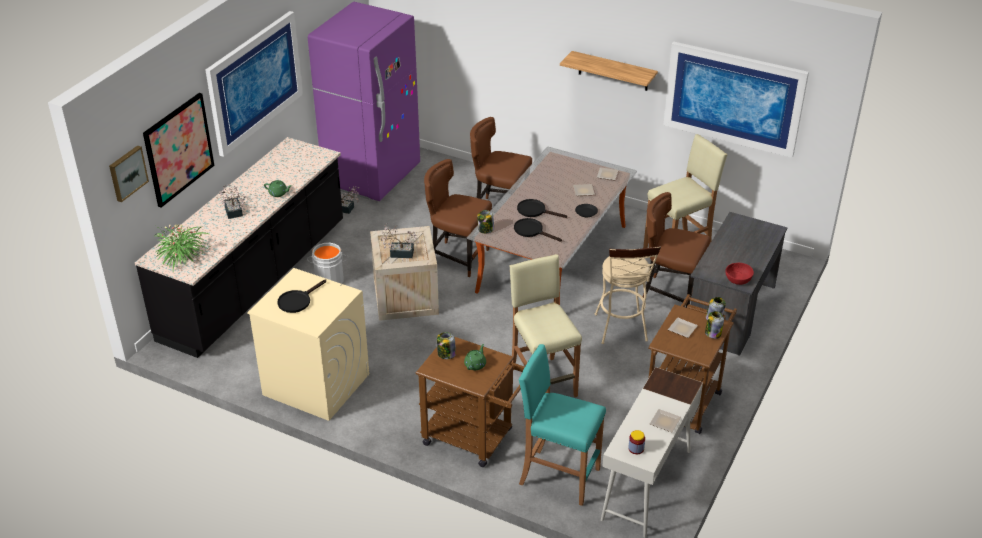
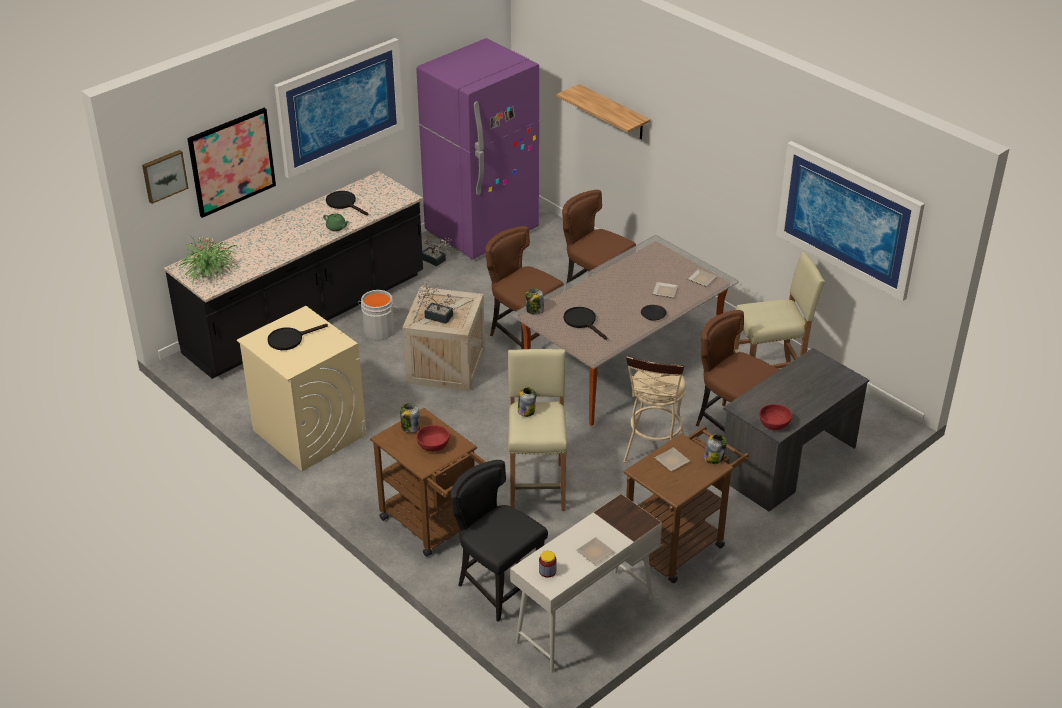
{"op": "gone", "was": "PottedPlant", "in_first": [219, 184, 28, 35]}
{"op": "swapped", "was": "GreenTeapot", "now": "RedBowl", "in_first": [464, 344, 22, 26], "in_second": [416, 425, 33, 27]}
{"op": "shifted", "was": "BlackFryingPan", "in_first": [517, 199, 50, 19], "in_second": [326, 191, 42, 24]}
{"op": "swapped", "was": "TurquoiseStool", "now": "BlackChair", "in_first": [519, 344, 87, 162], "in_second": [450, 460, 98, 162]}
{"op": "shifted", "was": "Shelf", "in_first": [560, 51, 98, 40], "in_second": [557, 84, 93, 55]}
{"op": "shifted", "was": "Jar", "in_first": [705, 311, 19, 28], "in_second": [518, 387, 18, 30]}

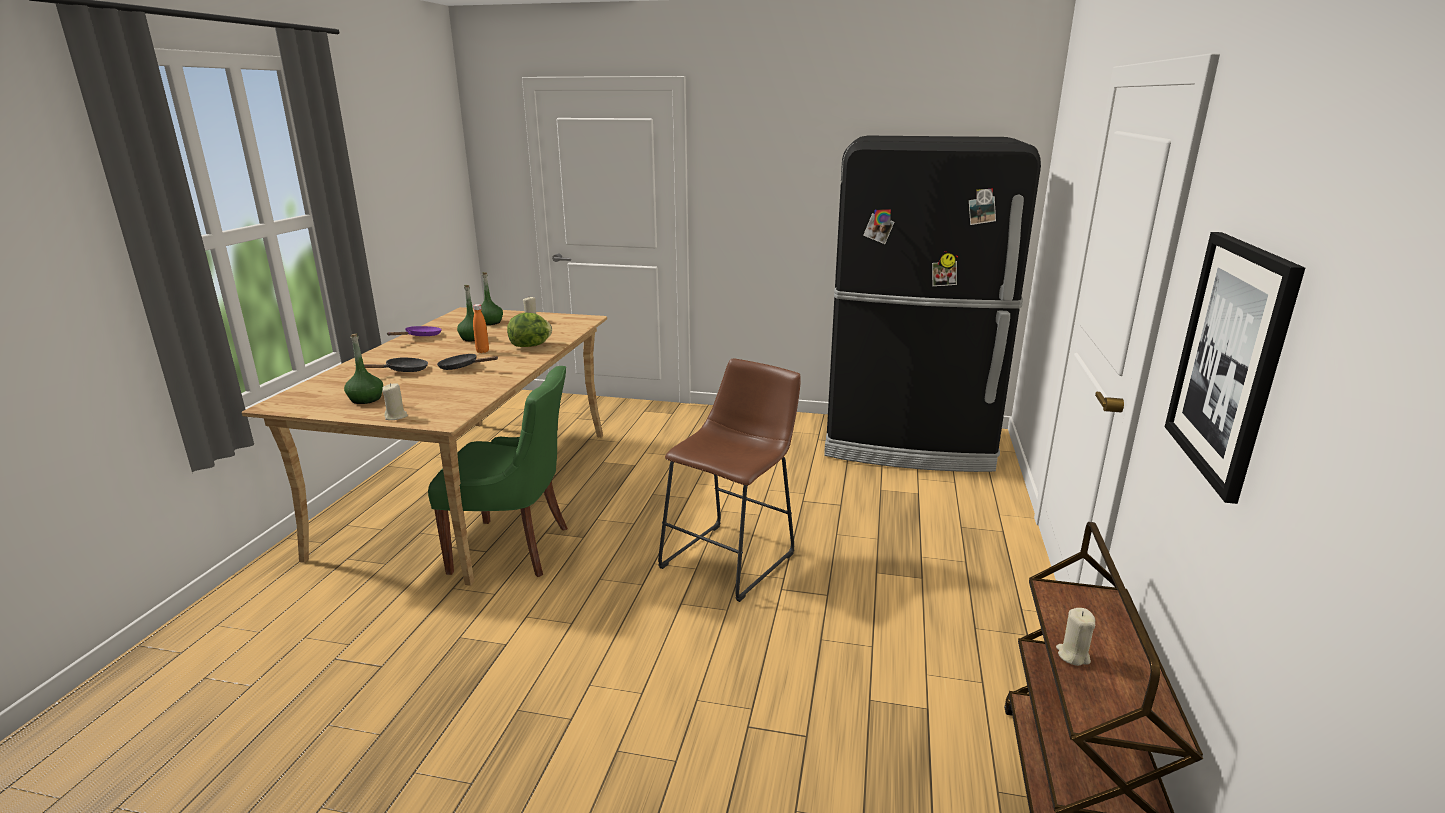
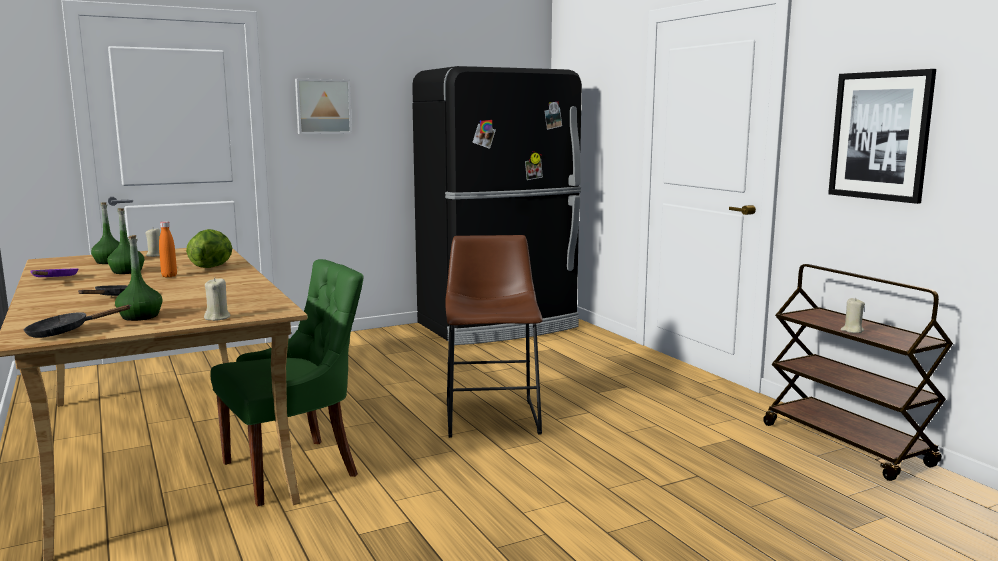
{"op": "shifted", "was": "BlackFryingPan", "in_first": [437, 354, 61, 16], "in_second": [24, 305, 108, 33]}
{"op": "new", "now": "Picture", "in_second": [295, 79, 57, 55]}

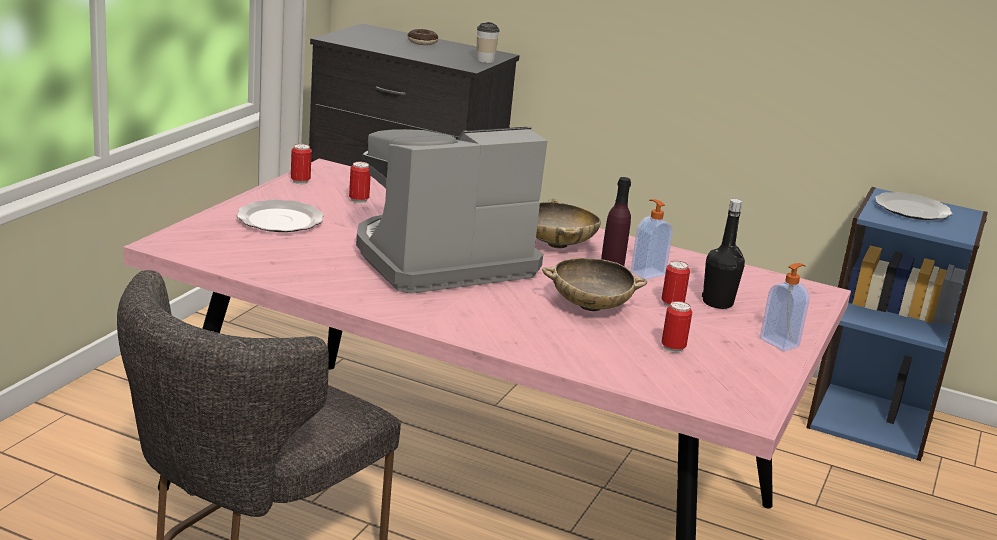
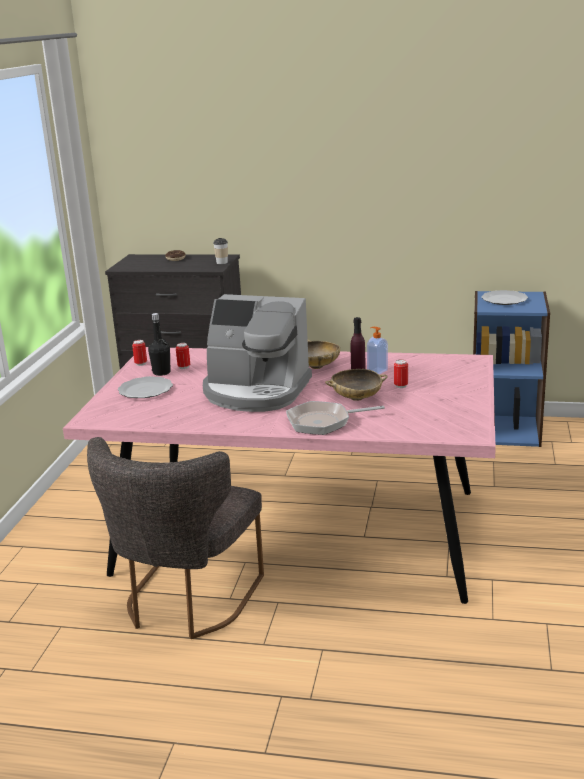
{"op": "rotated", "was": "CoffeeMachine", "in_first": [356, 127, 192, 167], "in_second": [203, 294, 109, 118], "clockwise": -120}
{"op": "gone", "was": "Can", "in_first": [661, 301, 31, 52]}
{"op": "shifted", "was": "BlackBottle", "in_first": [702, 199, 43, 110], "in_second": [148, 313, 23, 63]}
{"op": "gone", "was": "SoapDispenser", "in_first": [760, 263, 50, 88]}
{"op": "new", "now": "FryingPan", "in_second": [286, 401, 99, 34]}

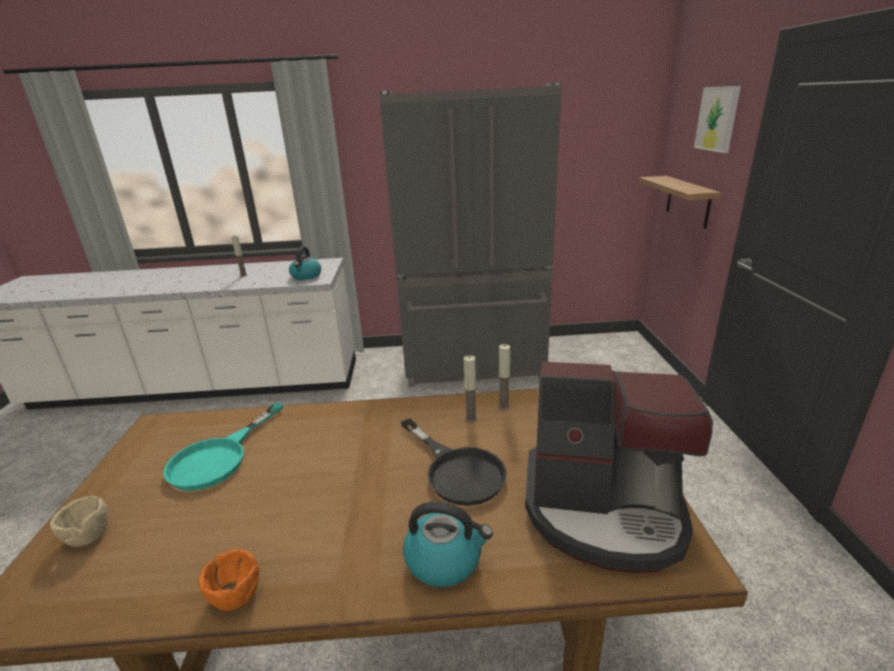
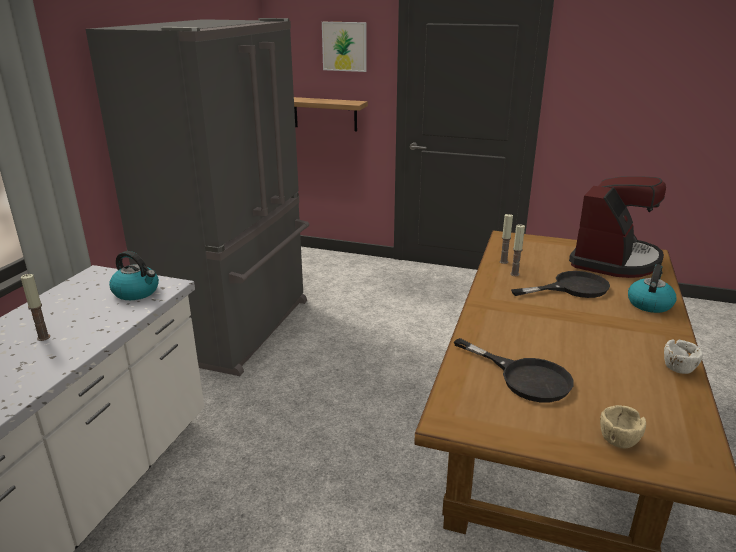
{"op": "repainted", "was": "TurquoiseFryingPan", "now": "BlackFryingPan", "in_first": [163, 403, 120, 88], "in_second": [454, 338, 120, 64]}
{"op": "repainted", "was": "OrangeBowl", "now": "WhiteBowl", "in_first": [199, 549, 60, 62], "in_second": [664, 340, 39, 34]}

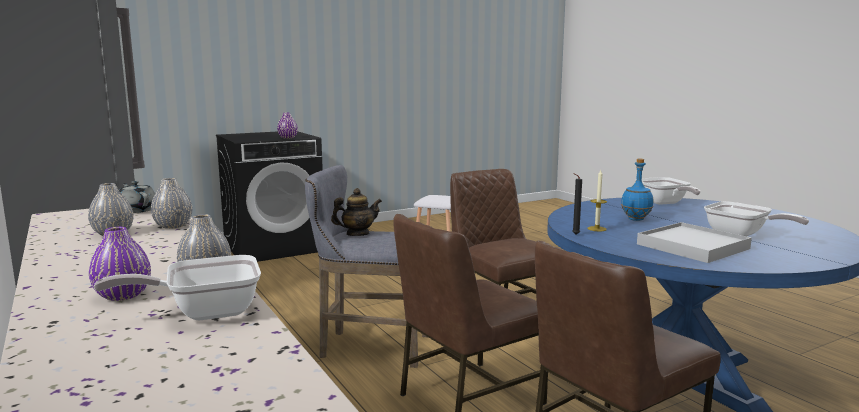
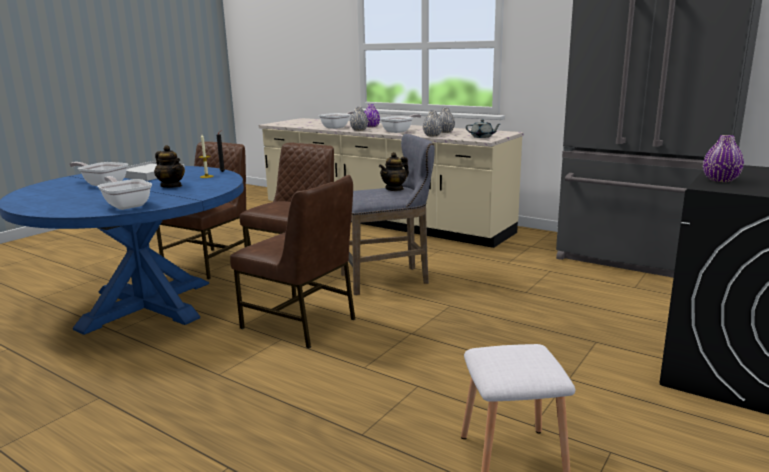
{"op": "swapped", "was": "BlueBottle", "now": "Teapot", "in_first": [621, 159, 32, 62], "in_second": [154, 145, 31, 43]}
{"op": "new", "now": "FryingPan", "in_second": [380, 114, 41, 19]}

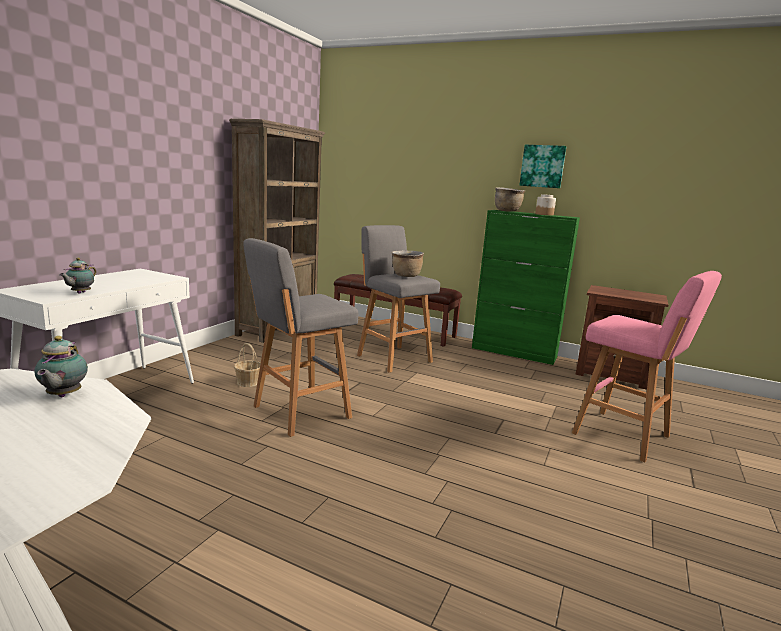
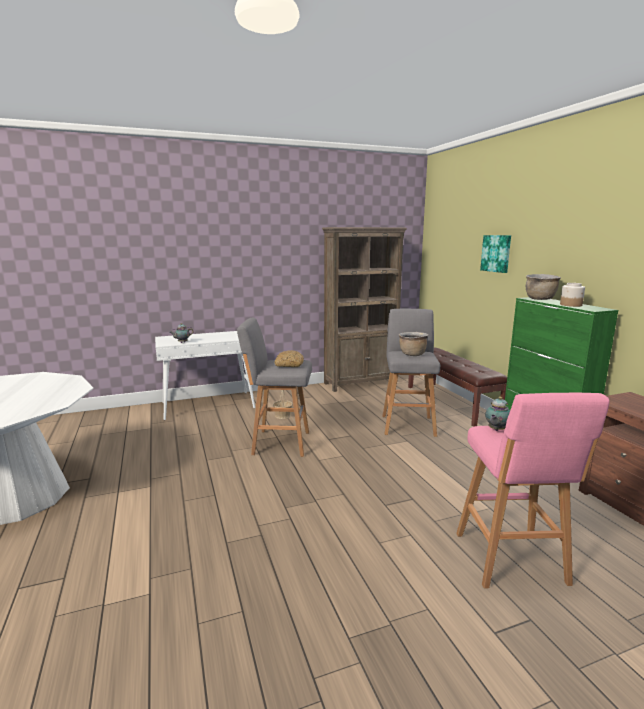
{"op": "shifted", "was": "Teapot", "in_first": [34, 336, 54, 61], "in_second": [485, 397, 25, 34]}
{"op": "shifted", "was": "Picture", "in_first": [519, 145, 47, 43], "in_second": [480, 235, 31, 38]}
{"op": "new", "now": "Bread", "in_second": [275, 350, 29, 17]}

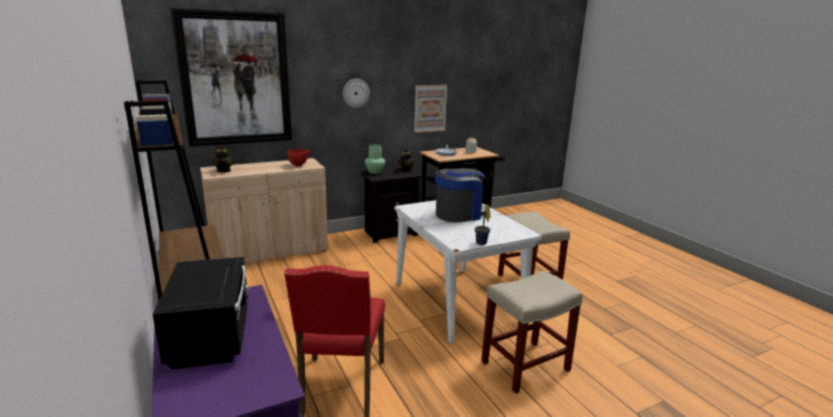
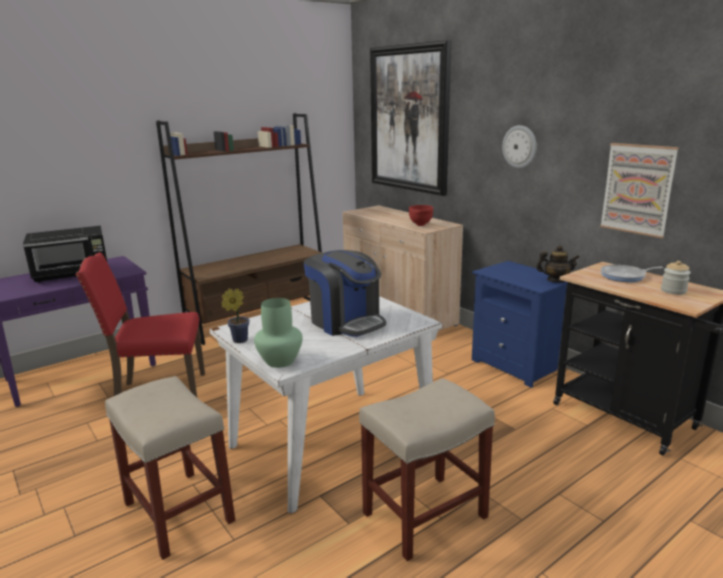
{"op": "gone", "was": "Teapot", "in_first": [212, 145, 22, 28]}
{"op": "repainted", "was": "BlackNightstand", "now": "BlueNightstand", "in_first": [359, 167, 64, 76], "in_second": [472, 261, 96, 127]}
{"op": "shifted", "was": "GreenVase", "in_first": [365, 144, 20, 30], "in_second": [254, 298, 49, 70]}

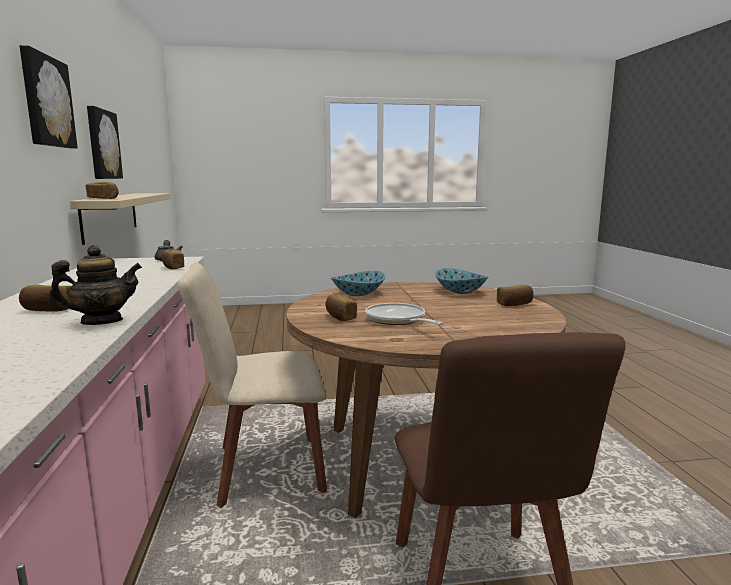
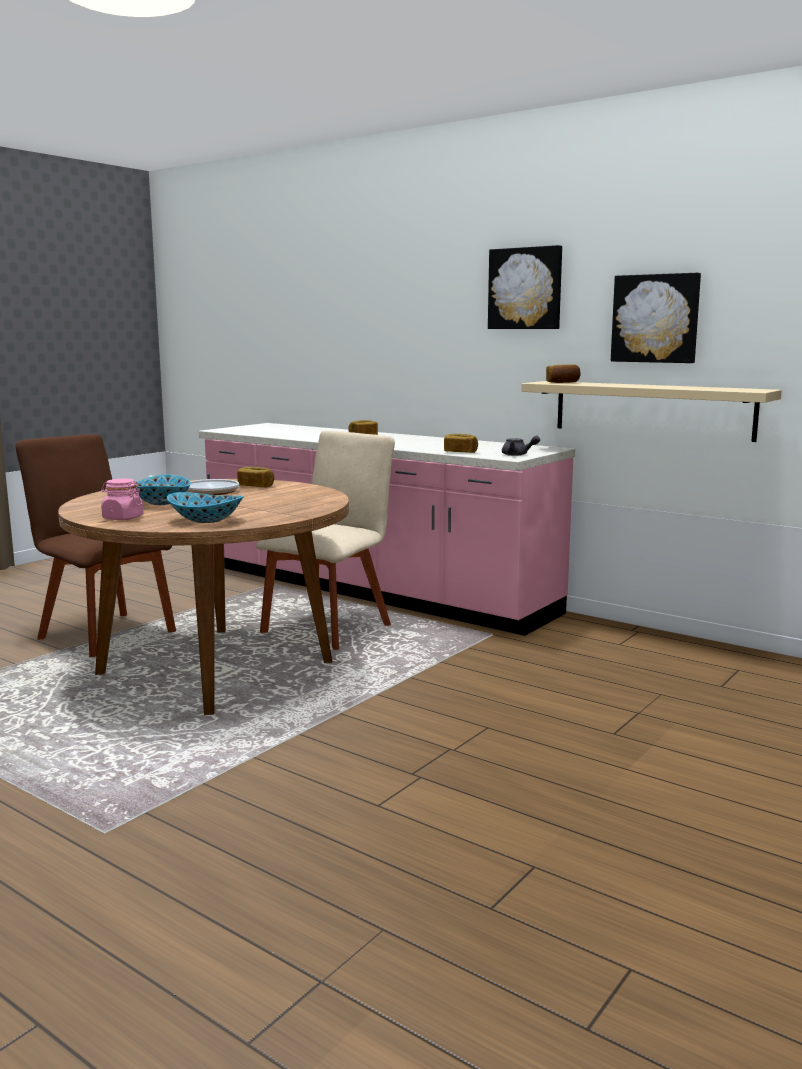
{"op": "gone", "was": "Teapot", "in_first": [49, 245, 93, 80]}
{"op": "shifted", "was": "Bowl", "in_first": [331, 271, 55, 25], "in_second": [135, 475, 56, 30]}
{"op": "swapped", "was": "Bread", "now": "PinkJar", "in_first": [497, 285, 37, 21], "in_second": [101, 478, 43, 42]}

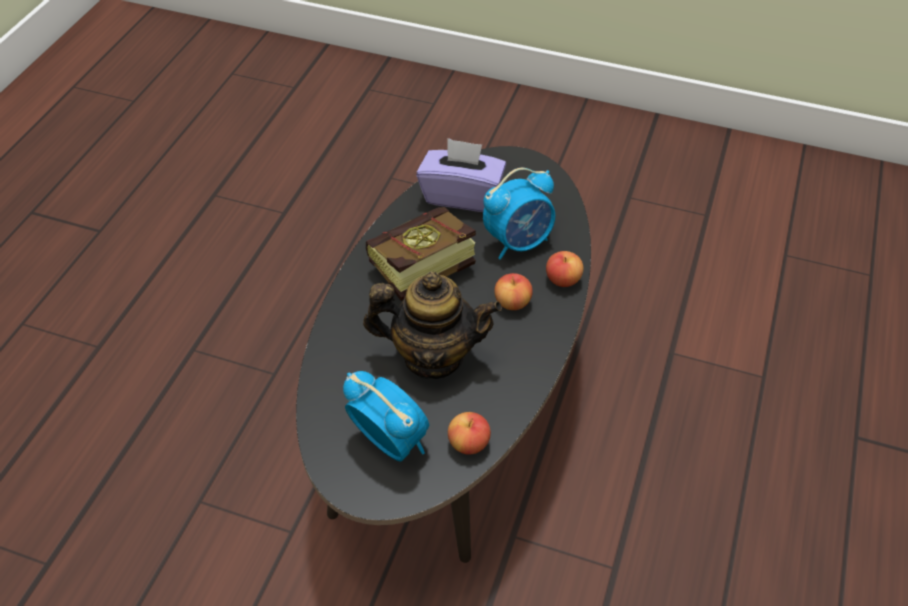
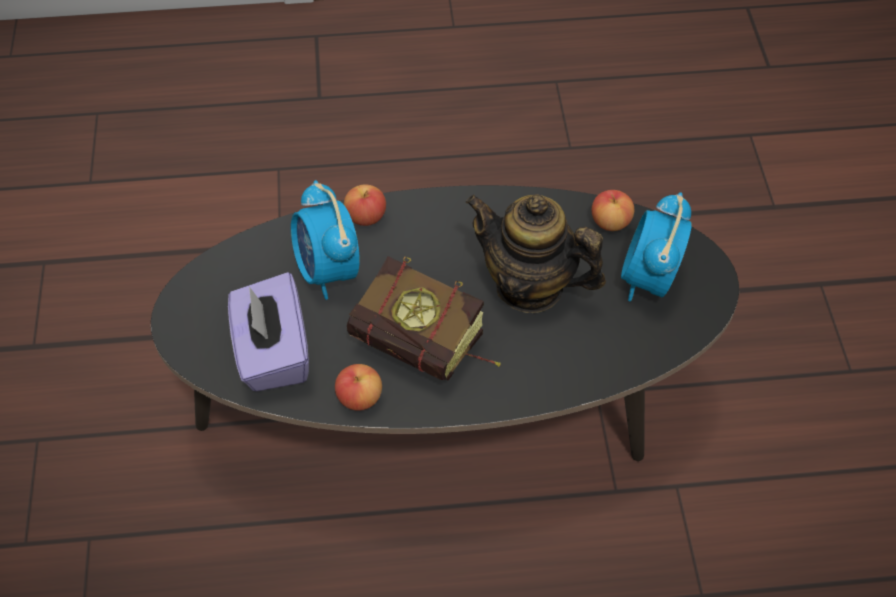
{"op": "rotated", "was": "Teapot", "in_first": [363, 272, 139, 107], "in_second": [465, 194, 141, 119], "clockwise": -45}
{"op": "rotated", "was": "AlarmClock", "in_first": [483, 168, 72, 92], "in_second": [291, 180, 69, 120], "clockwise": -150}
{"op": "shifted", "was": "Apple", "in_first": [494, 273, 39, 37], "in_second": [335, 364, 47, 47]}

